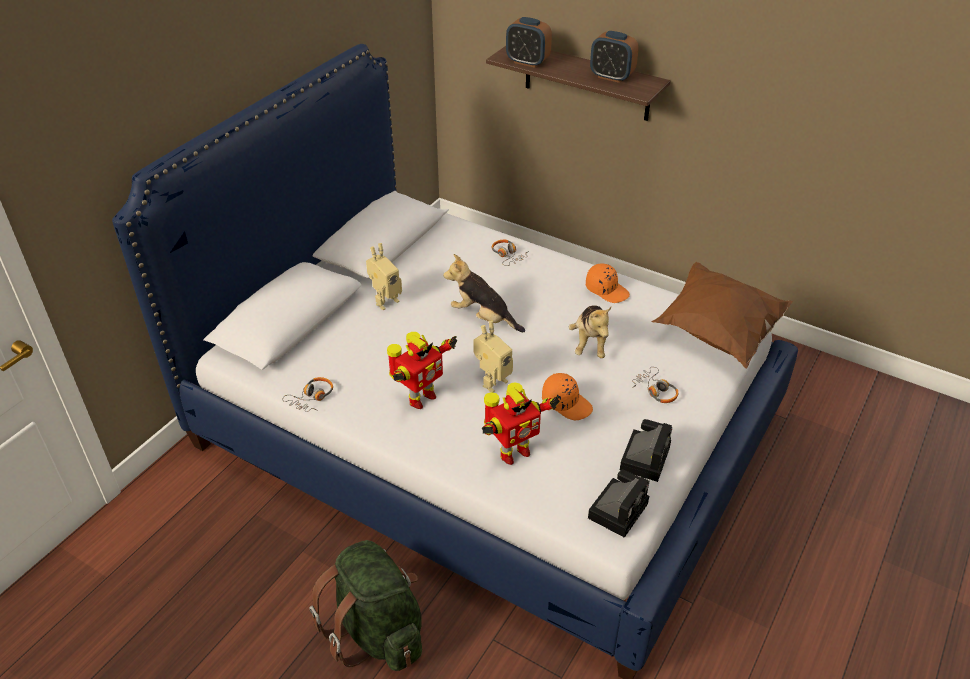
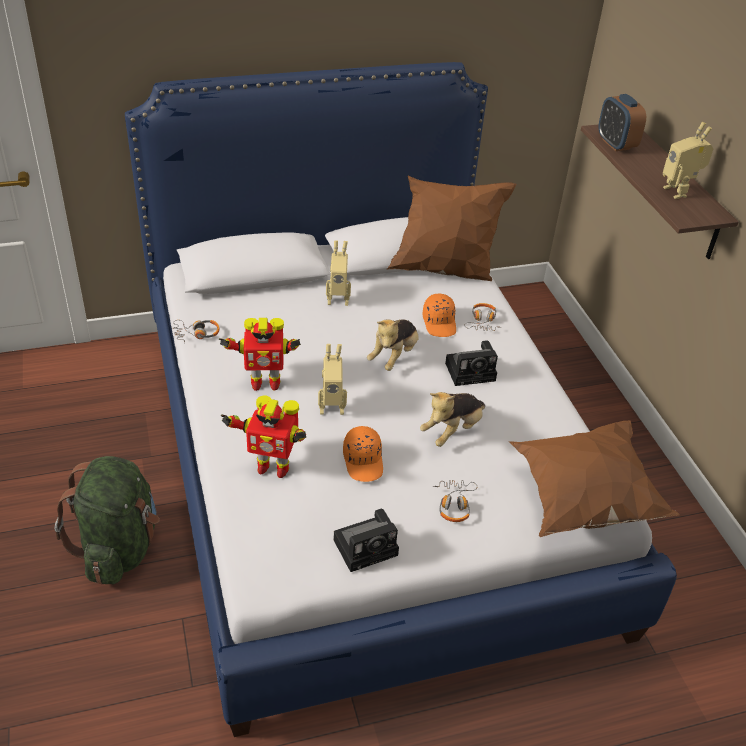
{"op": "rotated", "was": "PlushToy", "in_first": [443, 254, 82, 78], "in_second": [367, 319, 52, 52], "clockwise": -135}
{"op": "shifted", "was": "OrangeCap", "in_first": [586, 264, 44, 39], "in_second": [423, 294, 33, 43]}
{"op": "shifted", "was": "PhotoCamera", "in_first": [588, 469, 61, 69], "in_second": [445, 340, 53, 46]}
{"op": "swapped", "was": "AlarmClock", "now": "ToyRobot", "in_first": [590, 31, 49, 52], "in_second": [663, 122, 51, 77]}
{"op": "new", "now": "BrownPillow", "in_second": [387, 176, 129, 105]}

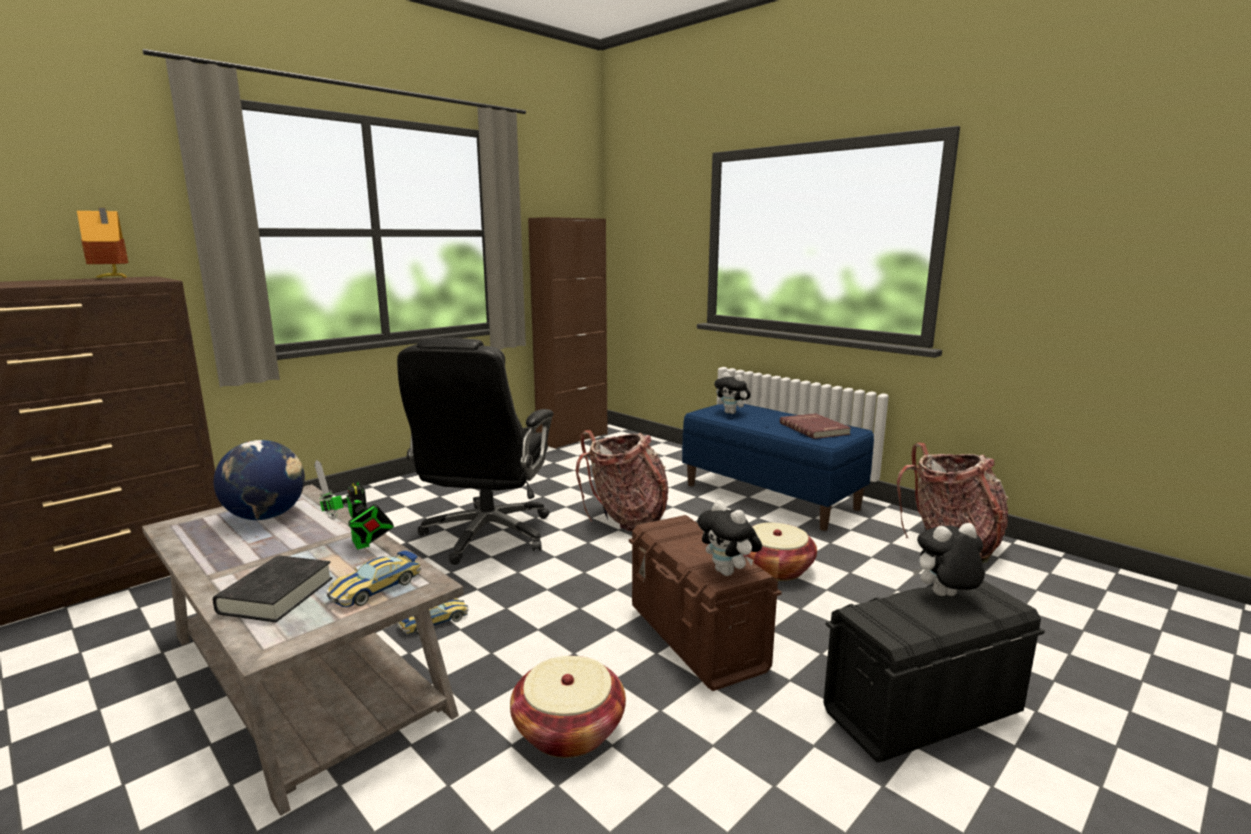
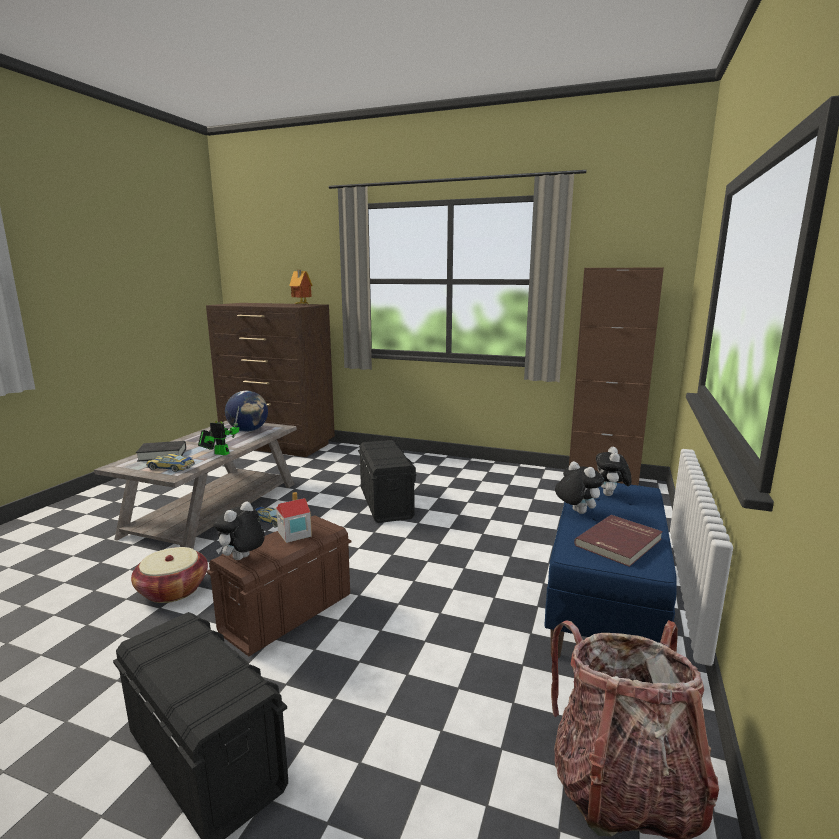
{"op": "rotated", "was": "ToyRobot", "in_first": [314, 460, 80, 89], "in_second": [198, 406, 41, 49], "clockwise": 75}
{"op": "swapped", "was": "BlackOfficeChair", "now": "BlackStorageBox", "in_first": [397, 338, 157, 227], "in_second": [358, 440, 58, 83]}
{"op": "gone", "was": "Backpack", "in_first": [576, 430, 92, 101]}
{"op": "gone", "was": "Basket", "in_first": [743, 522, 74, 59]}
{"op": "shifted", "was": "PlushToy", "in_first": [913, 523, 72, 73], "in_second": [555, 461, 49, 53]}
{"op": "new", "now": "ToyHouse", "in_second": [276, 492, 36, 51]}

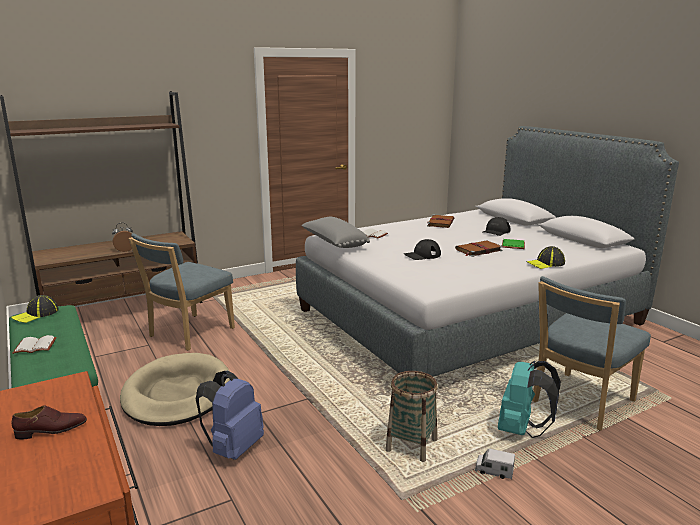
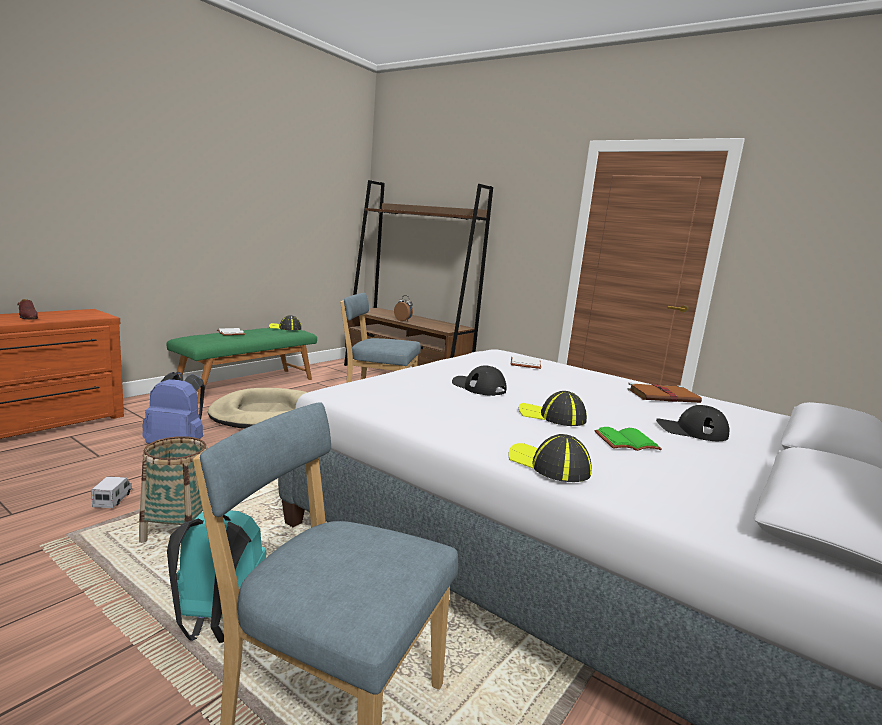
{"op": "gone", "was": "GreyPillow", "in_first": [301, 217, 69, 31]}
{"op": "swapped", "was": "BrownBook", "now": "Cap", "in_first": [455, 241, 48, 16], "in_second": [519, 391, 68, 35]}
{"op": "shifted", "was": "ToyTruck", "in_first": [475, 448, 40, 32], "in_second": [91, 476, 41, 32]}

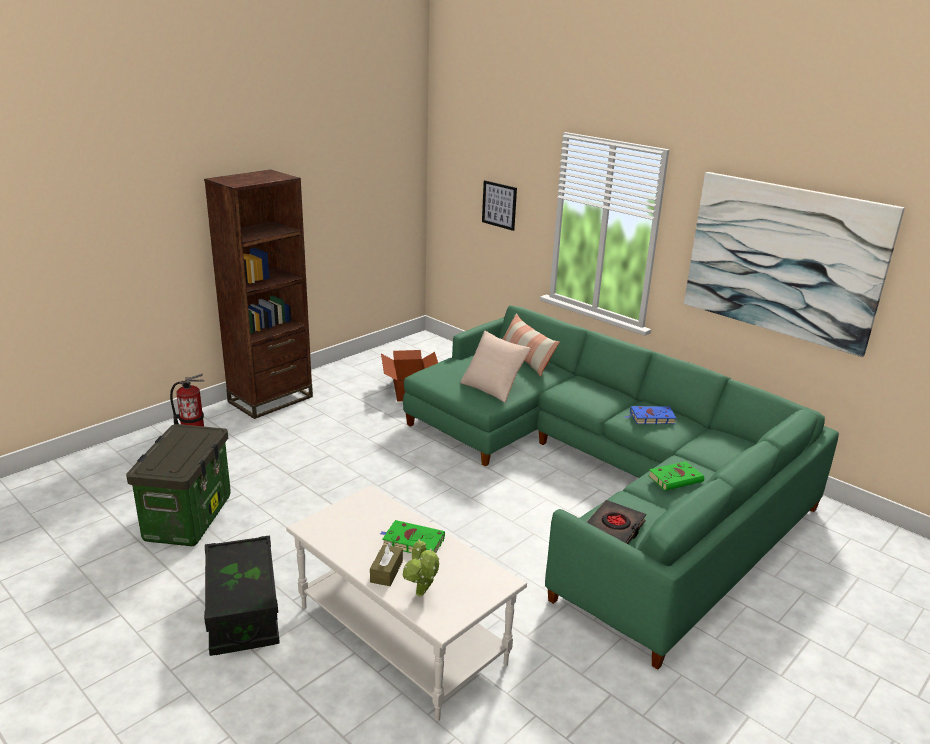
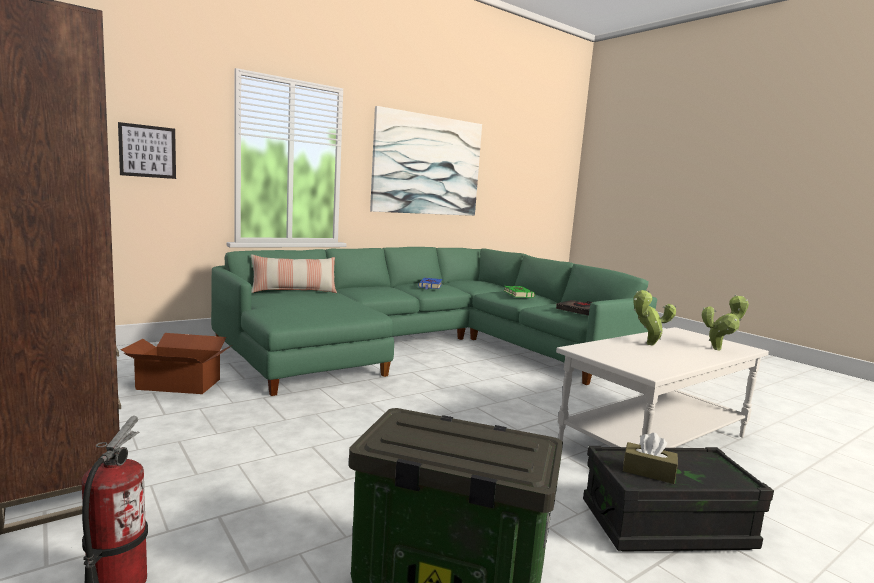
{"op": "shifted", "was": "BrownTissueBox", "in_first": [370, 542, 33, 44], "in_second": [623, 433, 55, 51]}
{"op": "swapped", "was": "GreenBook", "now": "PottedPlant", "in_first": [380, 520, 65, 33], "in_second": [633, 290, 43, 55]}
{"op": "gone", "was": "BeigePillow", "in_first": [460, 331, 71, 72]}

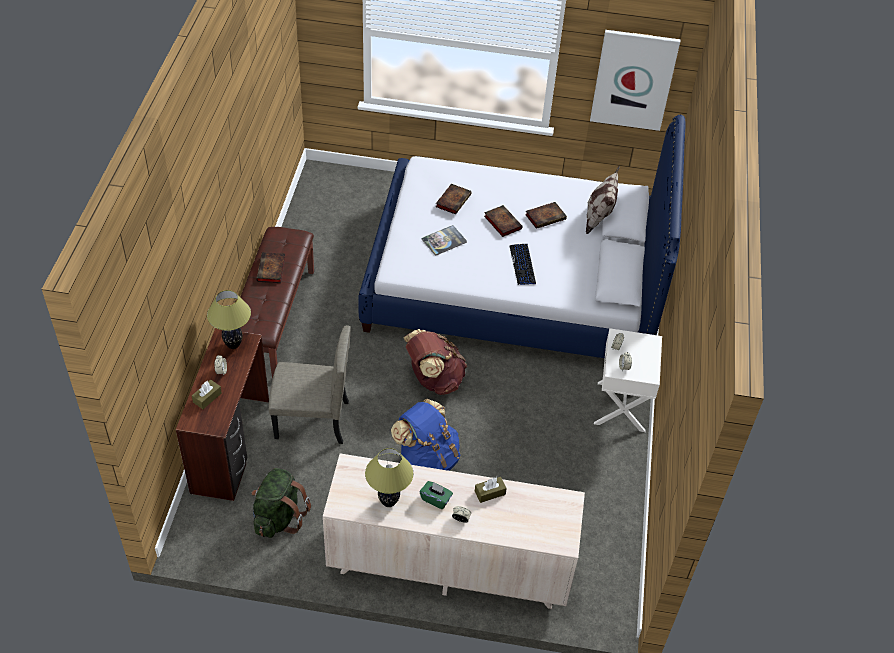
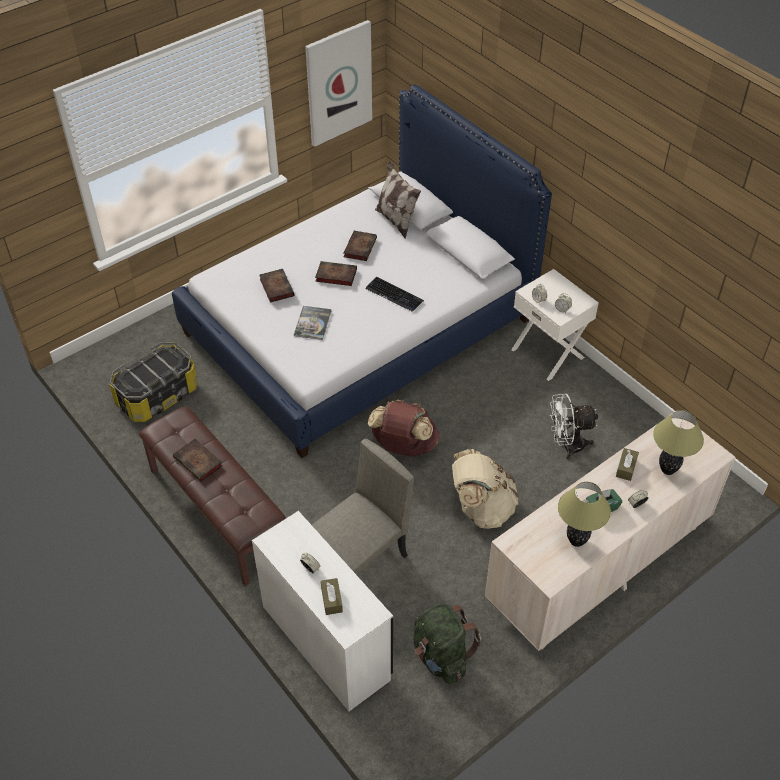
{"op": "repainted", "was": "BrownDesk", "now": "WhiteDesk", "in_first": [176, 328, 93, 173], "in_second": [252, 511, 141, 201]}
{"op": "shifted", "was": "TableLamp", "in_first": [207, 290, 44, 59], "in_second": [653, 410, 51, 65]}
{"op": "repainted", "was": "BlueBackpack", "now": "BeigeBackpack", "in_first": [391, 399, 69, 72], "in_second": [452, 449, 67, 80]}
{"op": "new", "now": "StorageBox", "in_second": [109, 342, 89, 80]}
{"op": "new", "now": "WhiteFan", "in_second": [550, 393, 48, 67]}

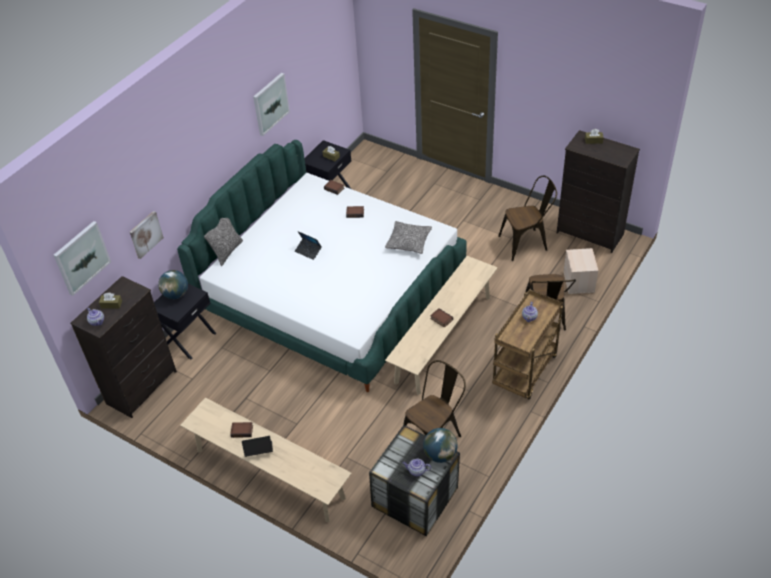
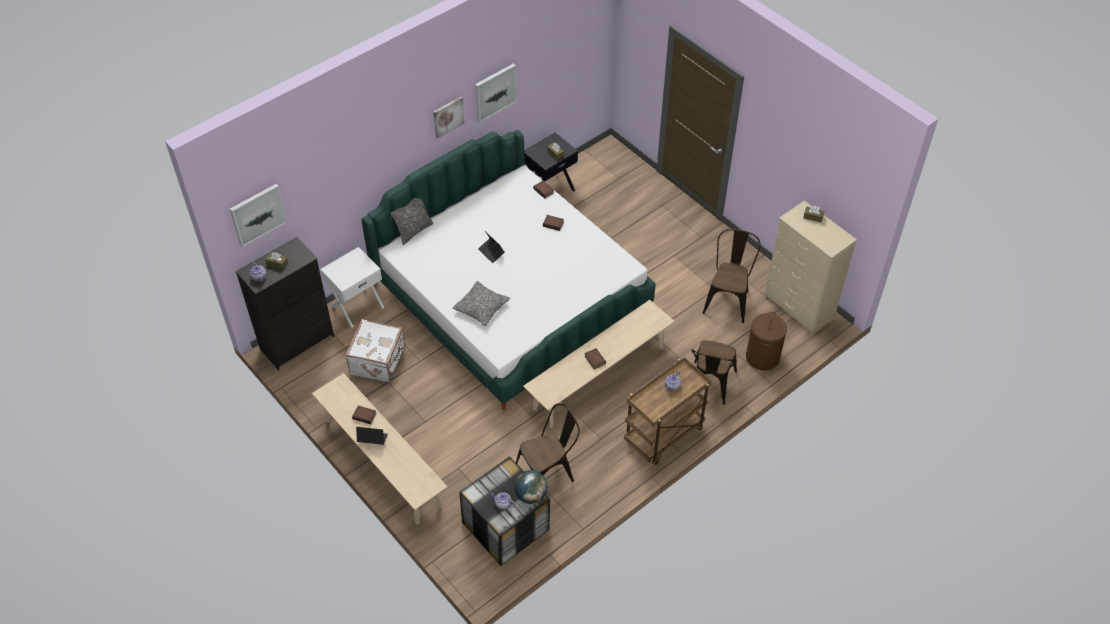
{"op": "shifted", "was": "Picture", "in_first": [130, 211, 34, 48], "in_second": [433, 97, 31, 41]}
{"op": "repainted", "was": "BlackNightstand", "now": "WhiteNightstand", "in_first": [154, 284, 62, 75], "in_second": [320, 247, 65, 81]}
{"op": "gone", "was": "Globe", "in_first": [158, 270, 30, 29]}
{"op": "shifted", "was": "Pillow", "in_first": [385, 221, 47, 33], "in_second": [452, 281, 58, 45]}
{"op": "rotated", "was": "BrownChair", "in_first": [498, 176, 59, 85], "in_second": [703, 229, 58, 94], "clockwise": -75}
{"op": "repainted", "was": "BlackDresser", "now": "BeigeDresser", "in_first": [557, 130, 83, 123], "in_second": [764, 201, 93, 135]}
{"op": "swapped", "was": "BeigeStorageBox", "now": "BrownLaundryBasket", "in_first": [563, 248, 35, 46], "in_second": [746, 312, 41, 59]}
{"op": "new", "now": "WhiteSuitcase", "in_second": [345, 319, 60, 63]}

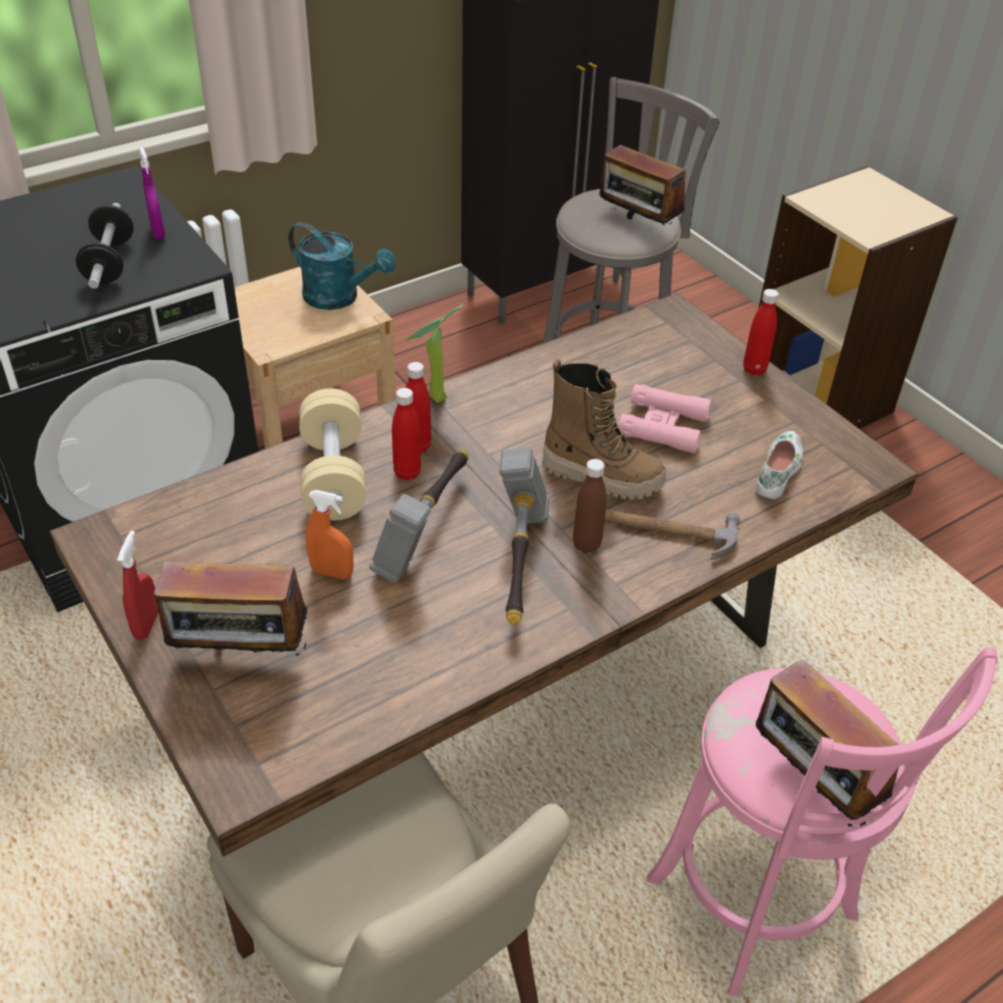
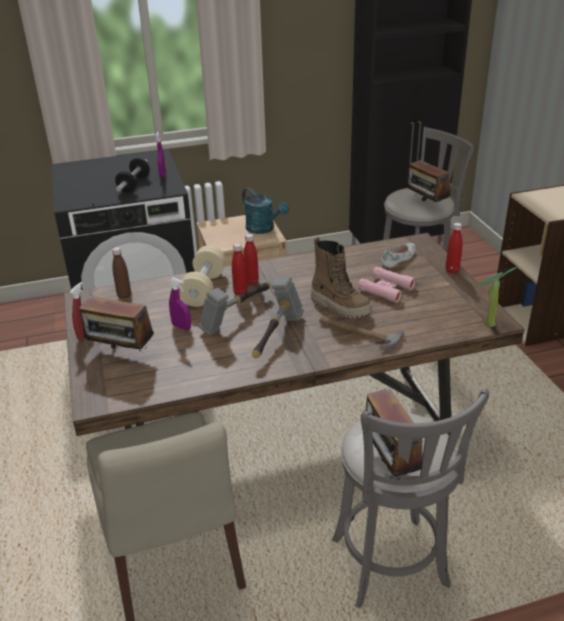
{"op": "repainted", "was": "OrangeSprayBottle", "now": "PurpleSprayBottle", "in_first": [306, 490, 48, 89], "in_second": [169, 278, 22, 52]}
{"op": "shifted", "was": "PottedPlant", "in_first": [405, 304, 59, 99], "in_second": [476, 267, 40, 60]}
{"op": "shifted", "was": "BrownBottle", "in_first": [573, 459, 33, 94], "in_second": [112, 247, 19, 52]}
{"op": "repainted", "was": "PinkStool", "now": "GreyStool", "in_first": [647, 647, 351, 350], "in_second": [332, 389, 158, 220]}
{"op": "shifted", "was": "WhiteShoe", "in_first": [756, 431, 47, 68], "in_second": [382, 243, 34, 25]}

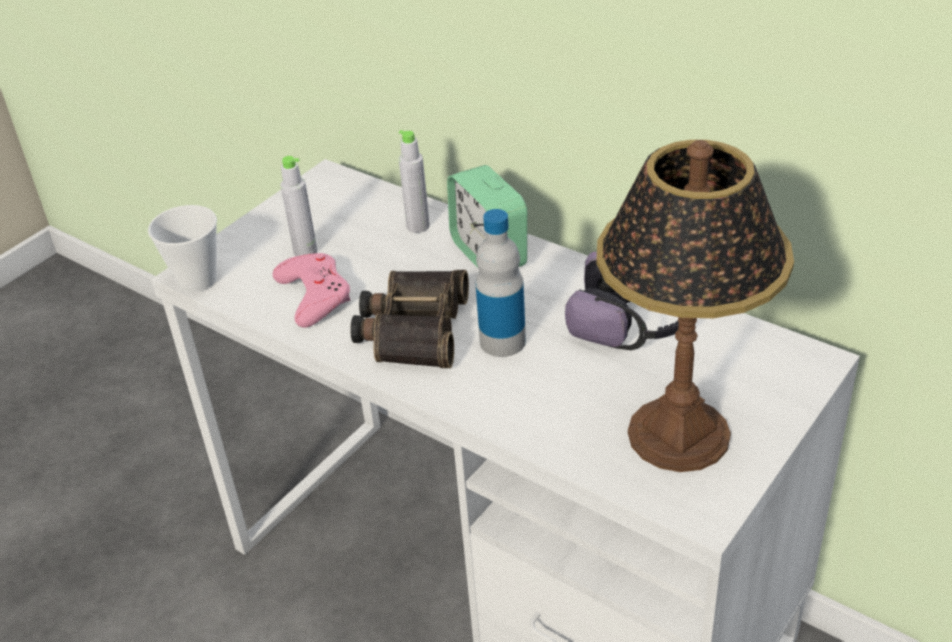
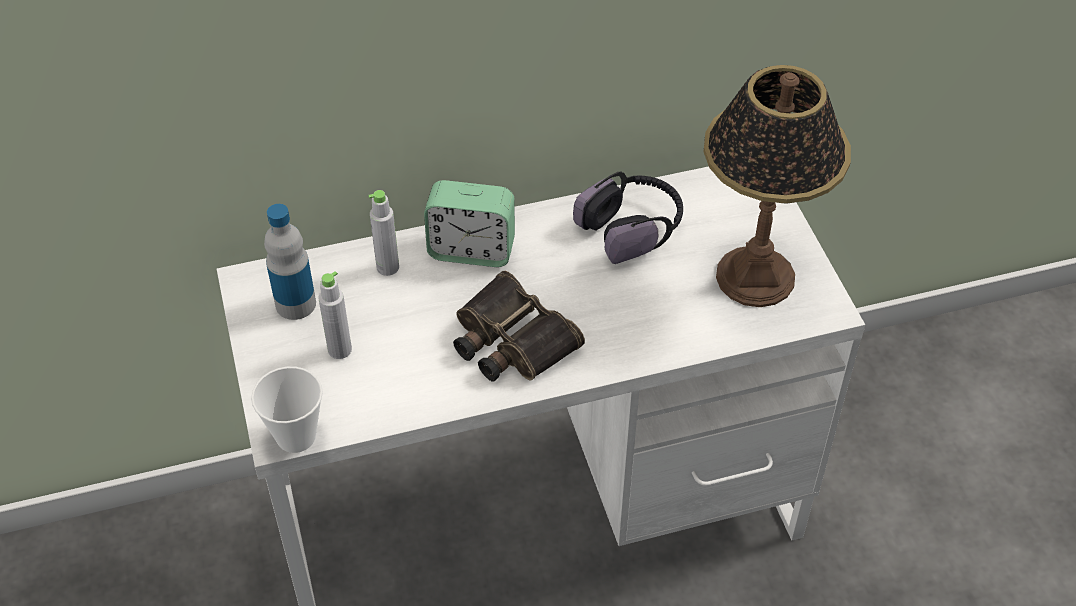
{"op": "gone", "was": "PinkGameController", "in_first": [272, 253, 78, 75]}
{"op": "shifted", "was": "Bottle", "in_first": [475, 209, 51, 148], "in_second": [264, 204, 52, 116]}

